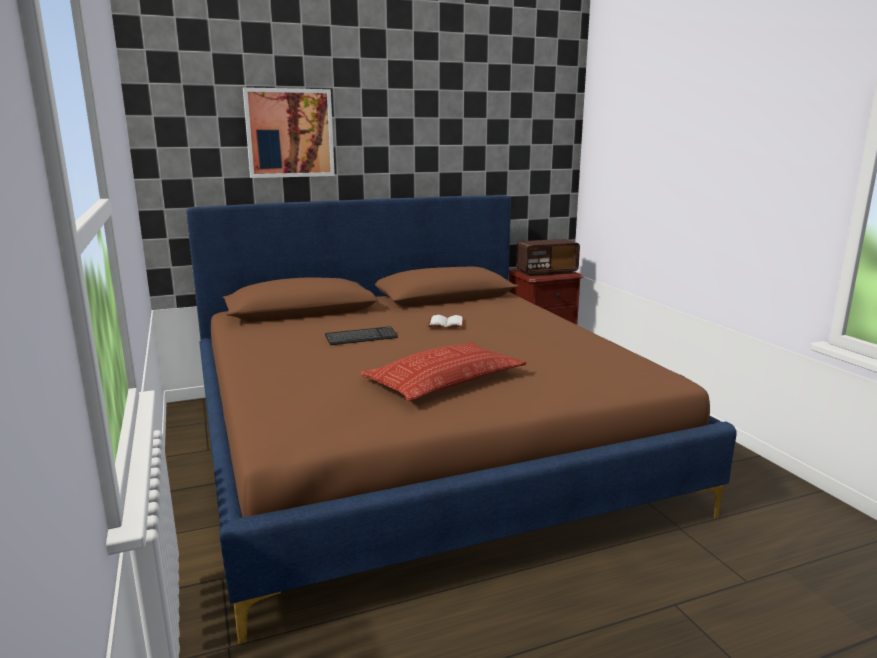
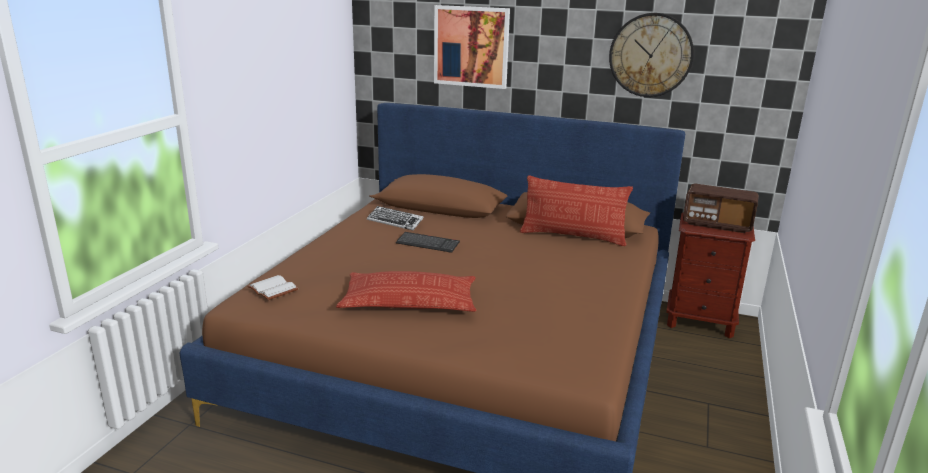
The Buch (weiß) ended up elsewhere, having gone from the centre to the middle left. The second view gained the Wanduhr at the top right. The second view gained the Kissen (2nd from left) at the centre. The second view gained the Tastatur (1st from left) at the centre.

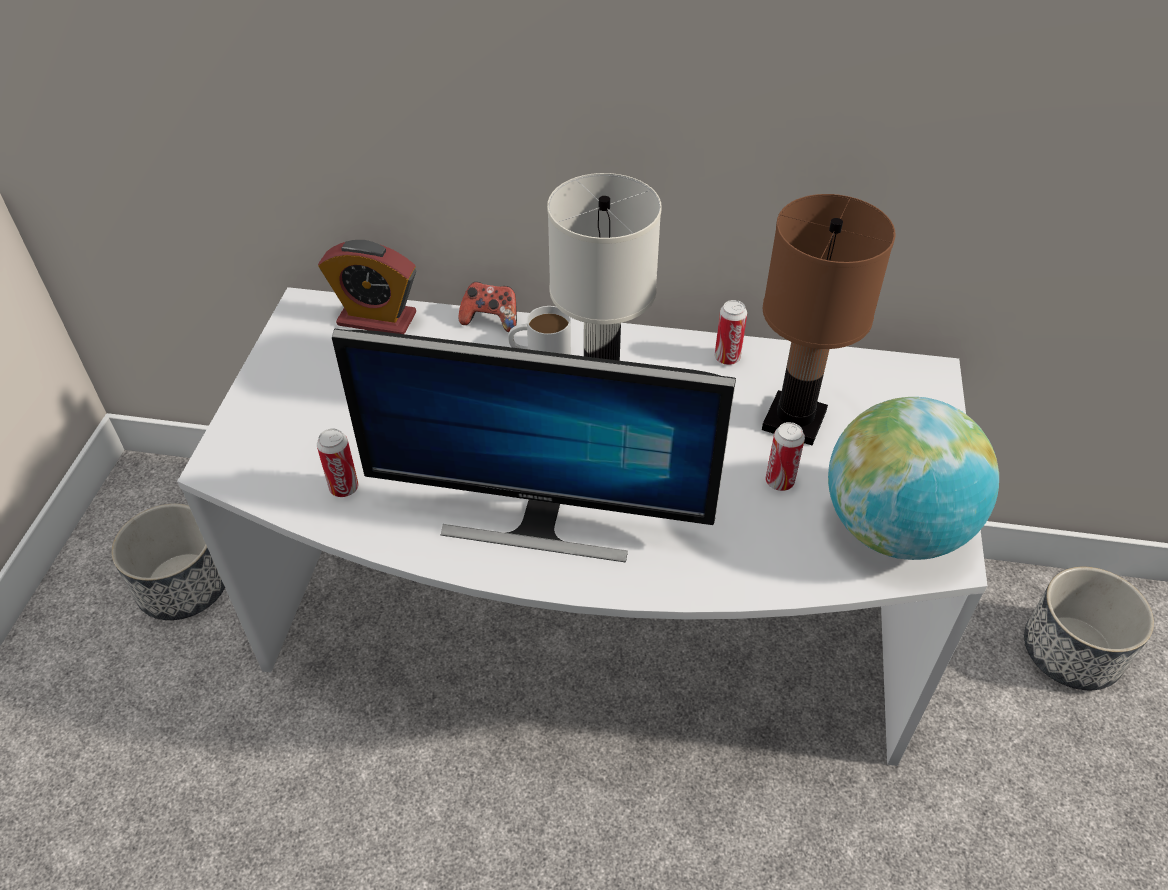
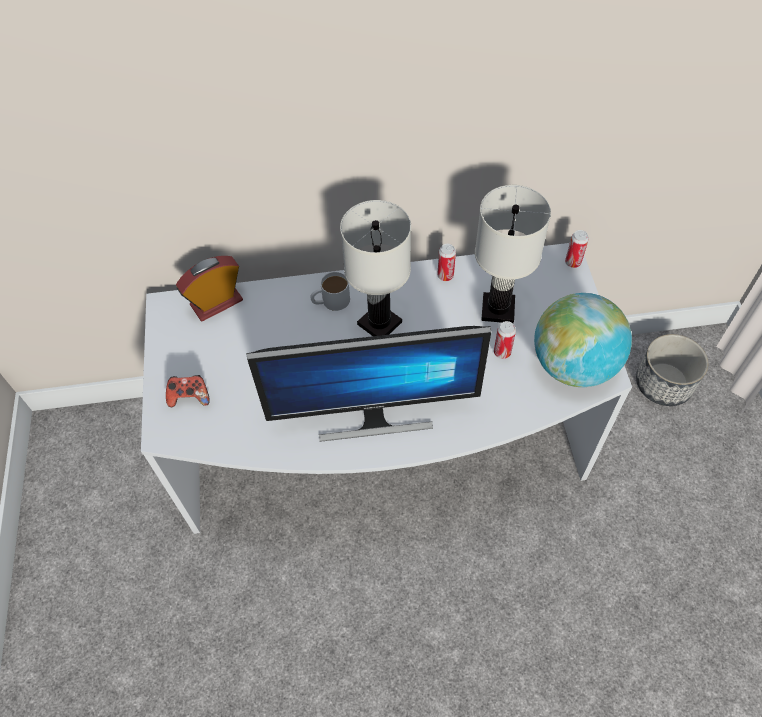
What was the Tischlampe (braun) at the middle right turned into the Tischlampe (weiß) (2nd from left) at the middle right. The Wecker at the top left ended up facing another way, 150 degrees clockwise from before. The Gamepad ended up elsewhere, having gone from the centre to the middle left. The Dose (1st from left in the first image) ended up elsewhere, having gone from the middle left to the middle right. The second view lost the Pflanzkübel (1st from left) at the middle left.

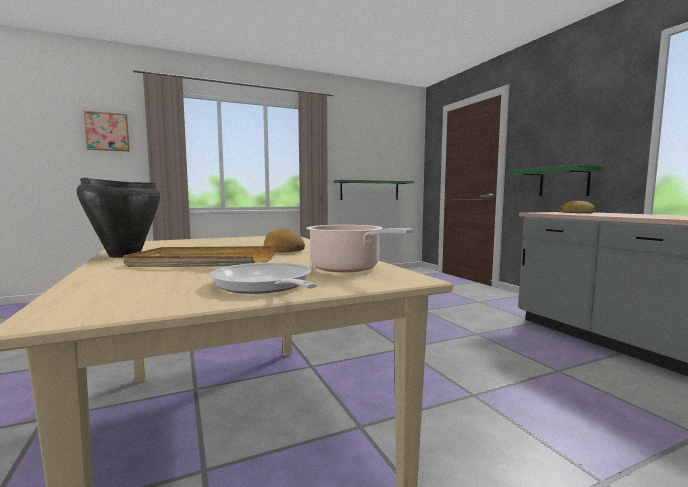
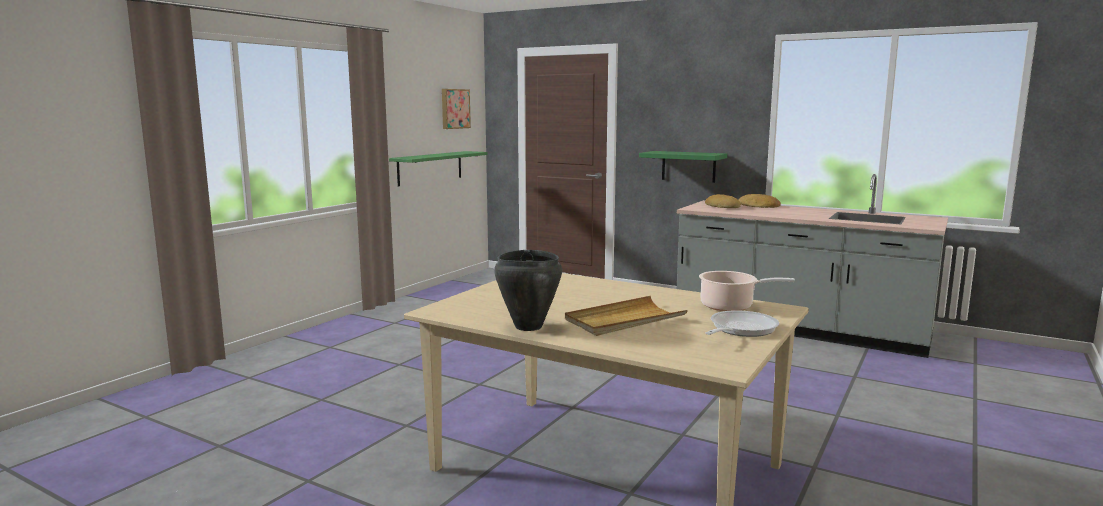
The Bild ended up elsewhere, having gone from the top left to the top centre. The Brot (1st from left in the first image) ended up elsewhere, having gone from the centre to the middle right. The Pfanne at the centre ended up facing another way, 105 degrees clockwise from before.

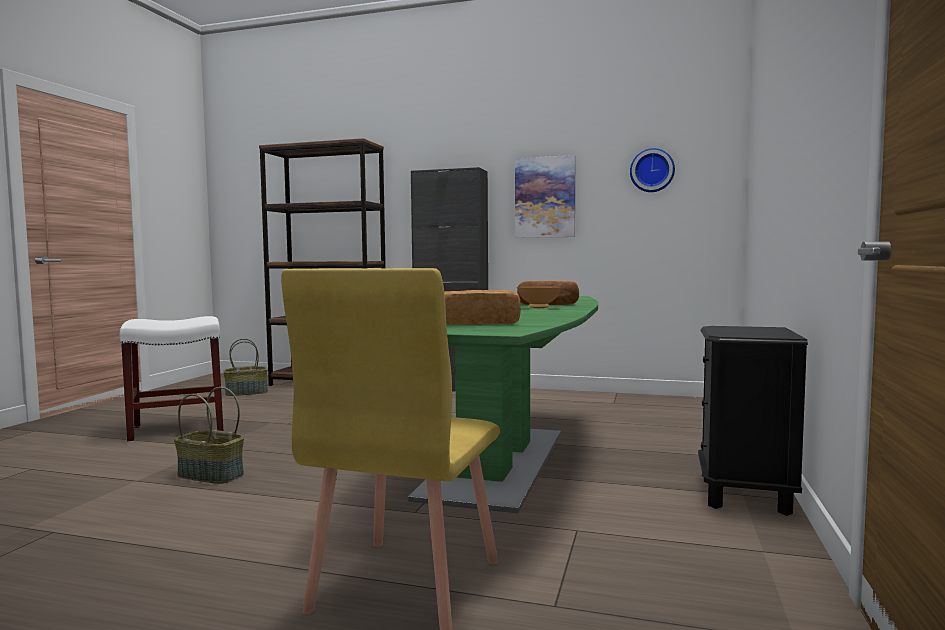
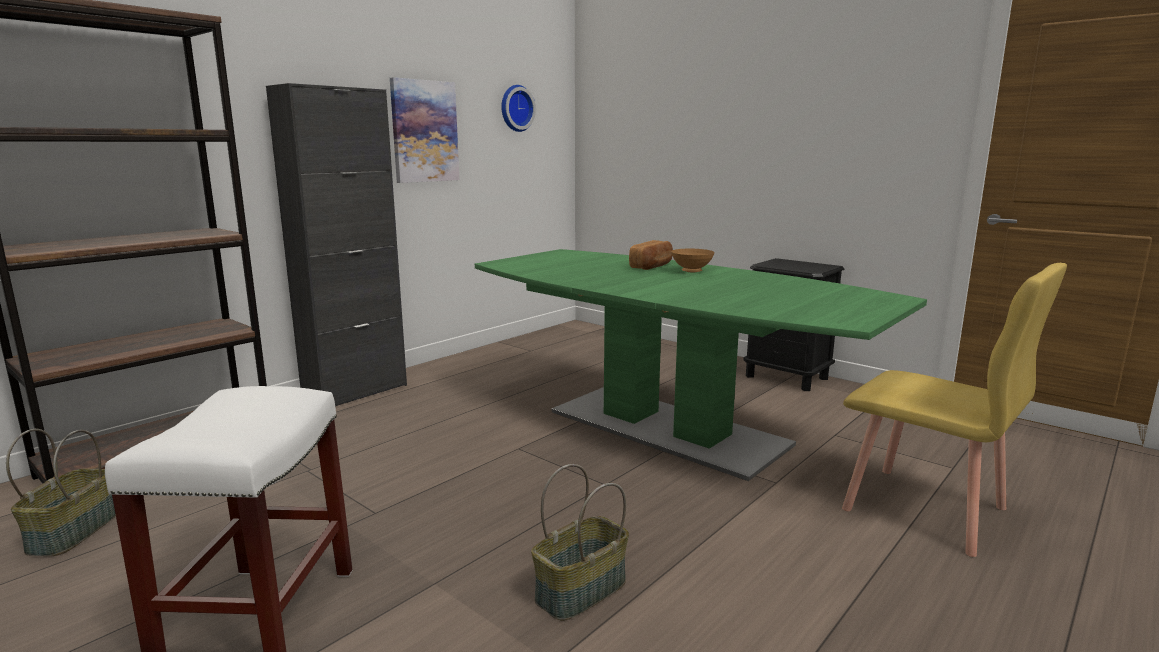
The second view lost the Brot (1st from left) at the centre.

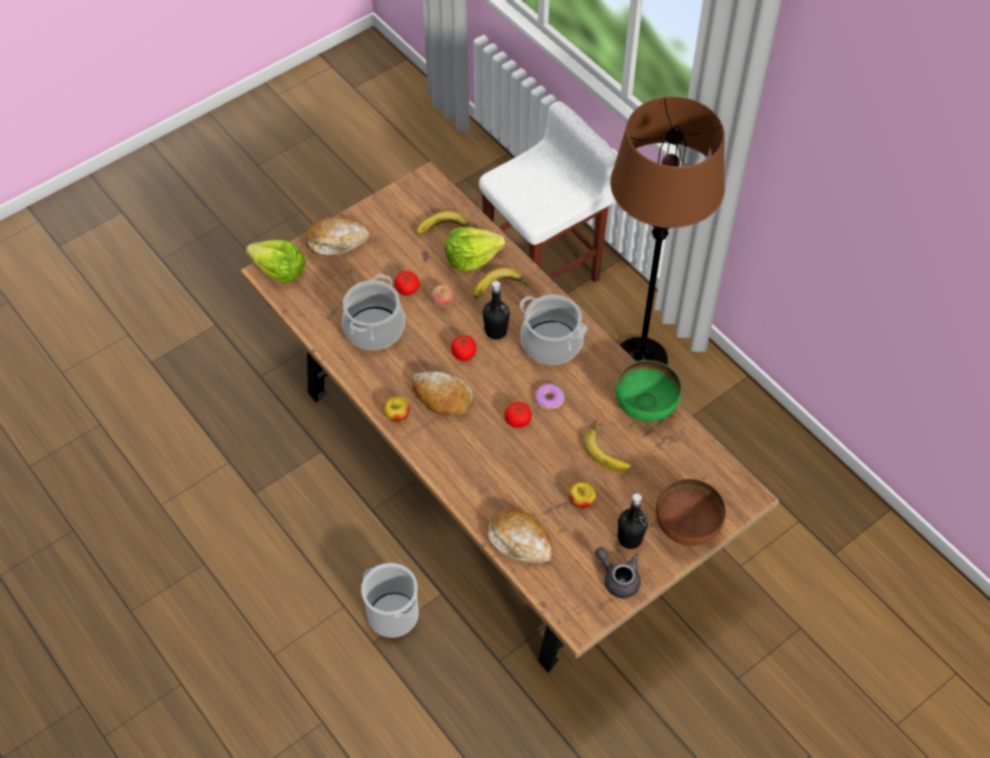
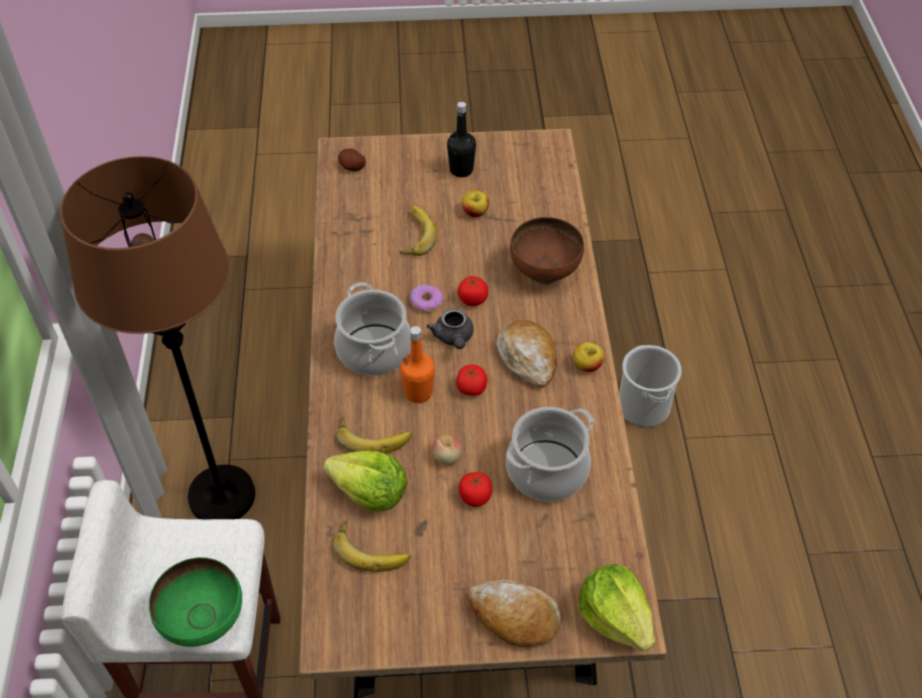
What was the Flasche (schwarz) (1st from left) at the centre turned into the Flasche (orange) at the centre. The Schüssel (grün) ended up elsewhere, having gone from the centre to the bottom left. The Schüssel (braun) ended up elsewhere, having gone from the bottom right to the centre. The second view lost the Brot (3rd from left) at the bottom centre. The Teekanne (grau) ended up elsewhere, having gone from the bottom centre to the centre. The second view gained the Kartoffel at the top centre.

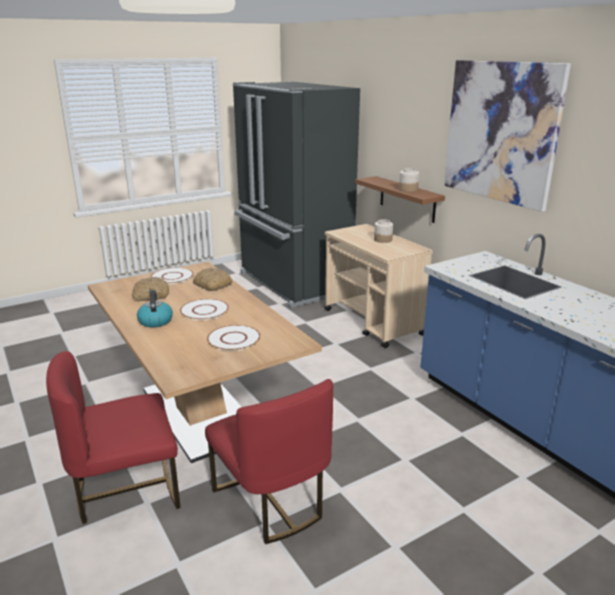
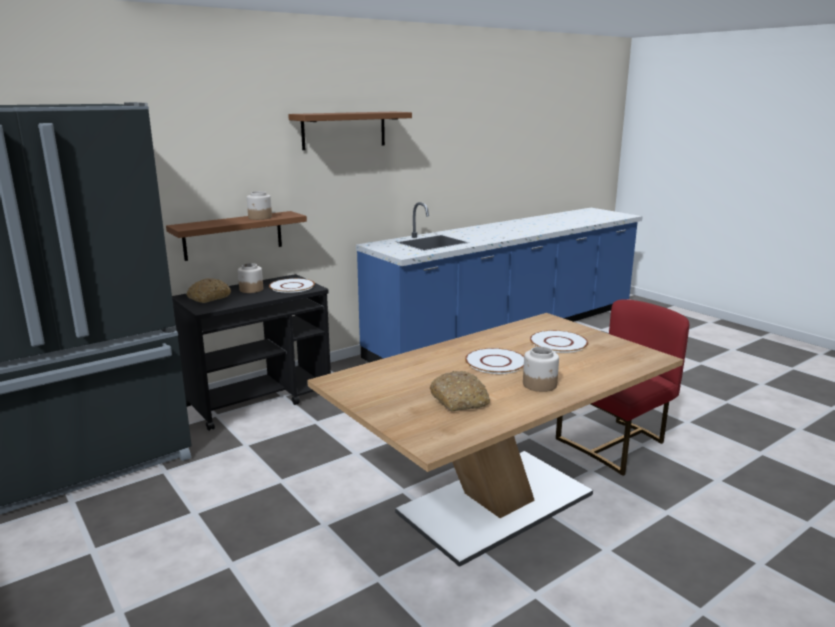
Where the Bild hung at the top right, the Wandregal (braun) (2nd from left) came to hang at the top centre. What was the Rollwagen (beige) at the centre turned into the Rollwagen (schwarz) at the middle left. The Teller (weiß) (1st from left) ended up elsewhere, having gone from the middle left to the centre. The Brot (2nd from left in the first image) ended up elsewhere, having gone from the centre to the middle left. Where the Wasserkessel stood at the middle left, the Vorratsglas (3rd from left) came to stand at the centre. The second view lost the Stuhl (rot) (1st from left) at the bottom left.

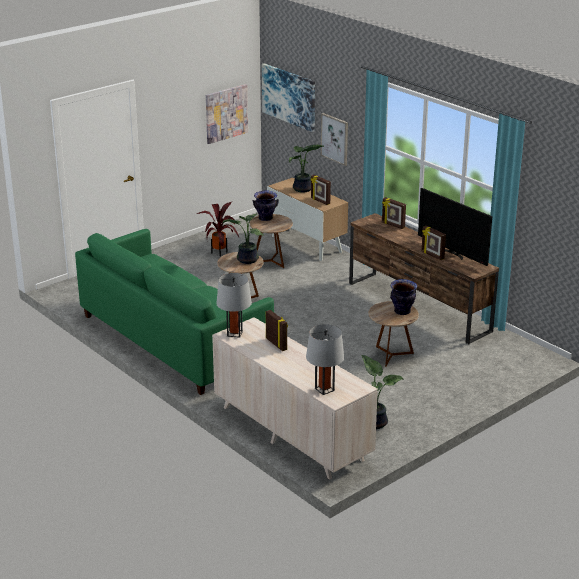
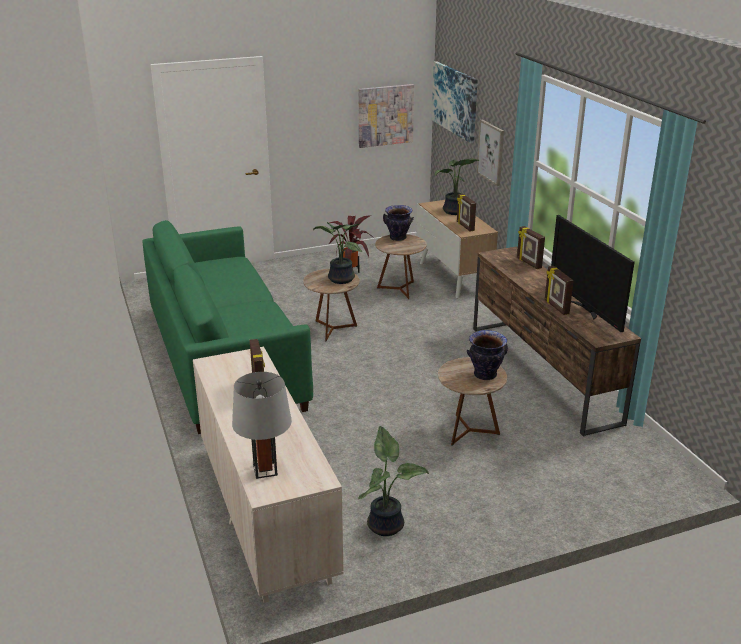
The second view lost the Tischlampe (grau) (1st from left) at the centre.

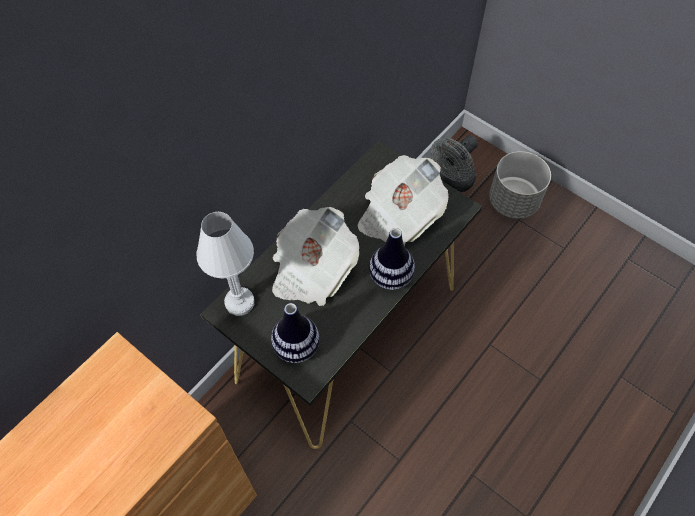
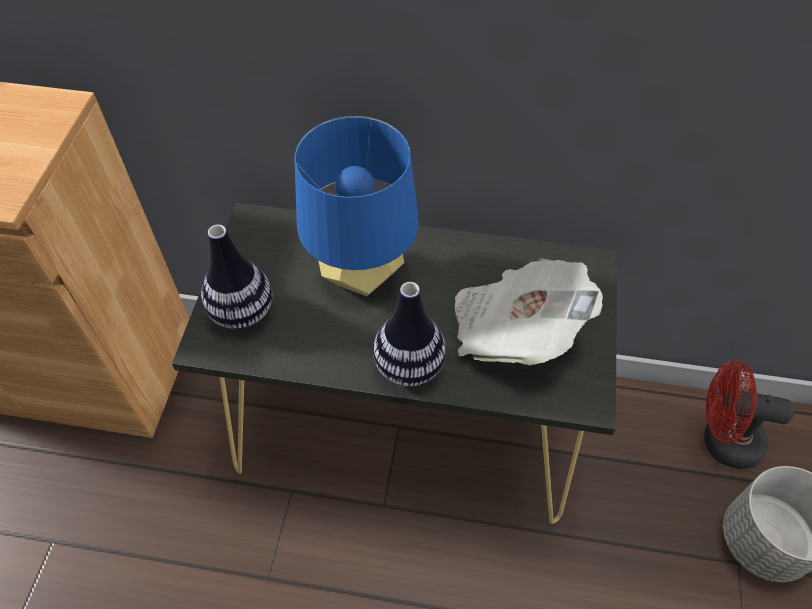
What was the Ventilator (grau) at the top centre turned into the Ventilator (rot) at the bottom right. Where the Zeitung (1st from left) stood at the centre, the Tischlampe (blau) came to stand at the centre. The second view lost the Tischlampe (weiß) at the middle left.

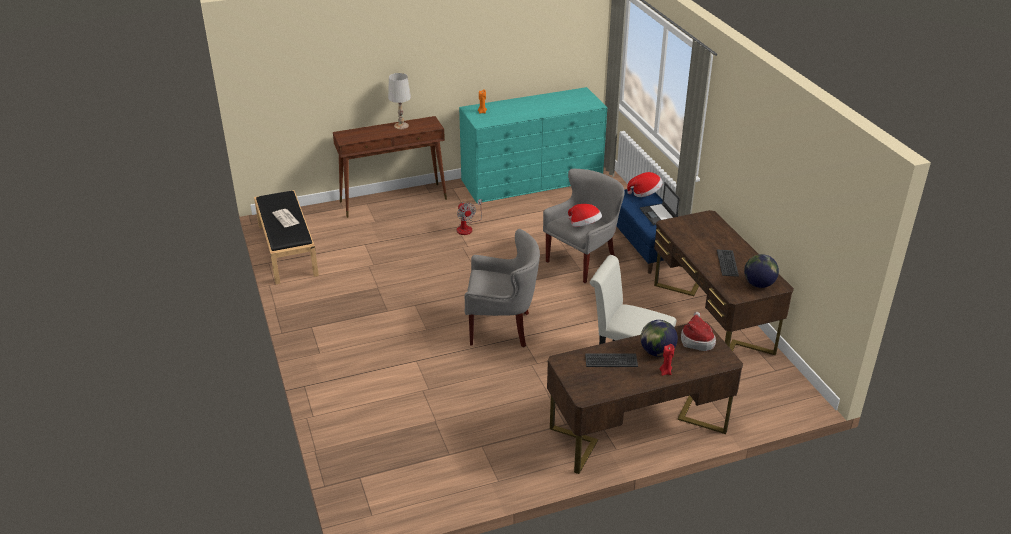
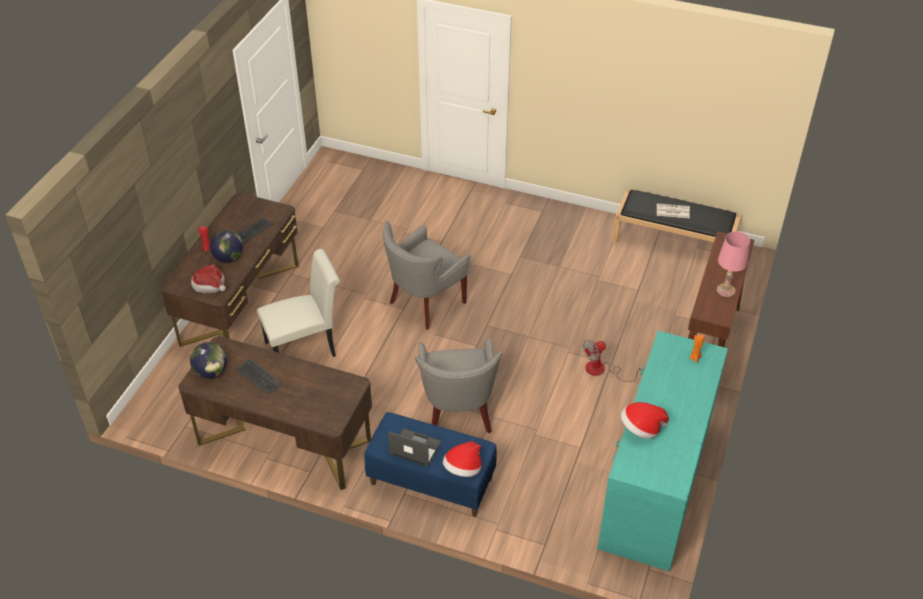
What was the Tischlampe (weiß) at the top centre turned into the Tischlampe (rosa) at the middle right. The Ventilator at the centre ended up facing another way, 45 degrees counterclockwise from before. The Hut (1st from left in the first image) ended up elsewhere, having gone from the centre to the bottom right.

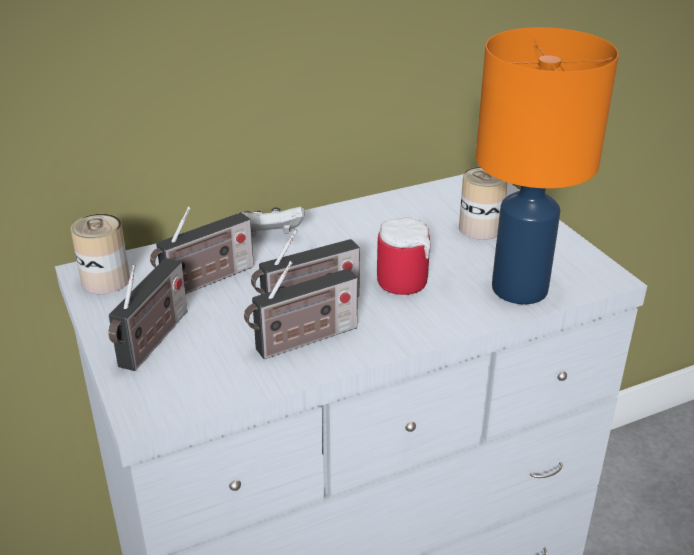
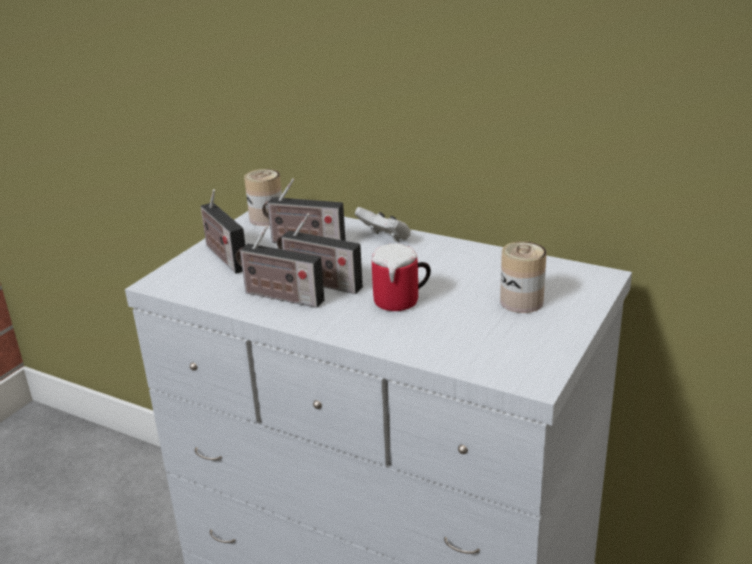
The second view lost the Tischlampe (orange) at the top right. The Radio (1st from left) at the middle left ended up facing another way, 75 degrees clockwise from before.

